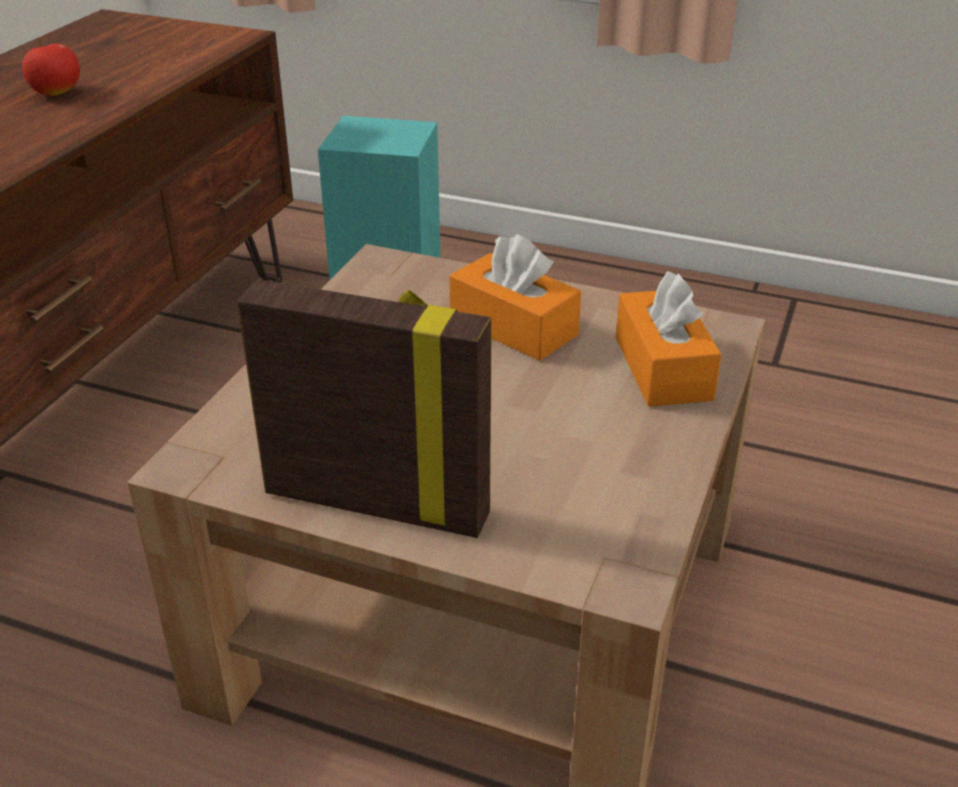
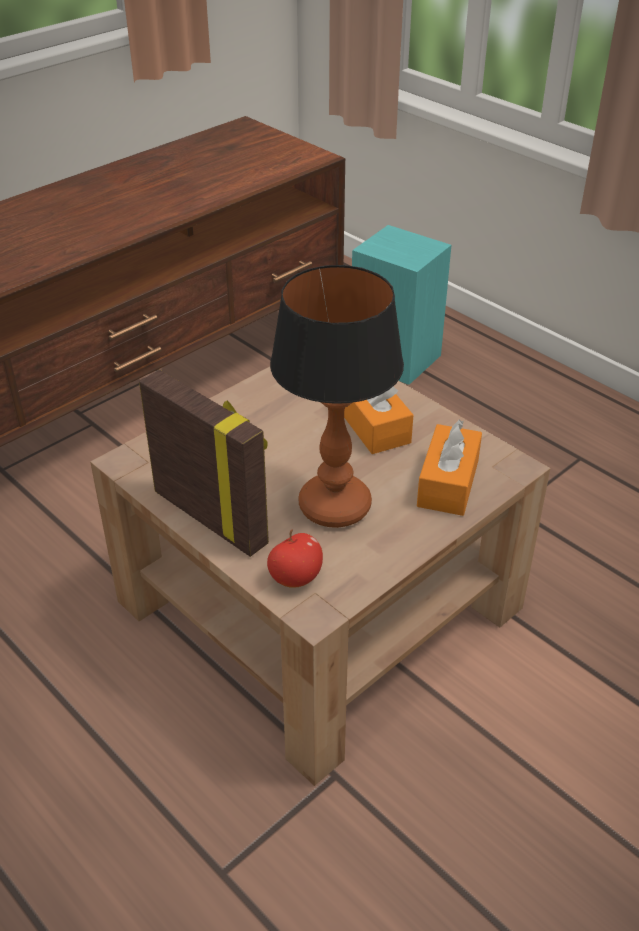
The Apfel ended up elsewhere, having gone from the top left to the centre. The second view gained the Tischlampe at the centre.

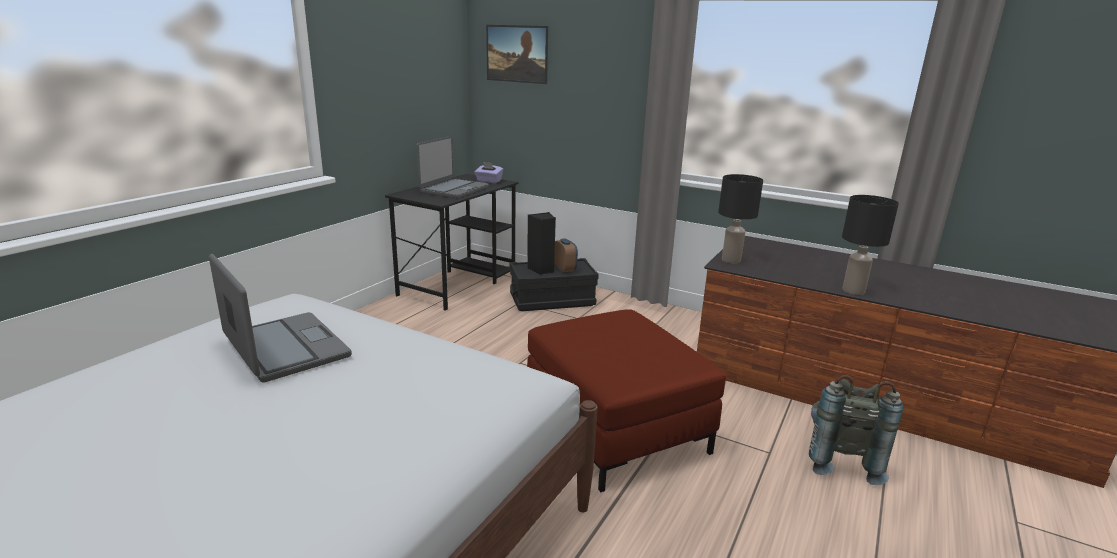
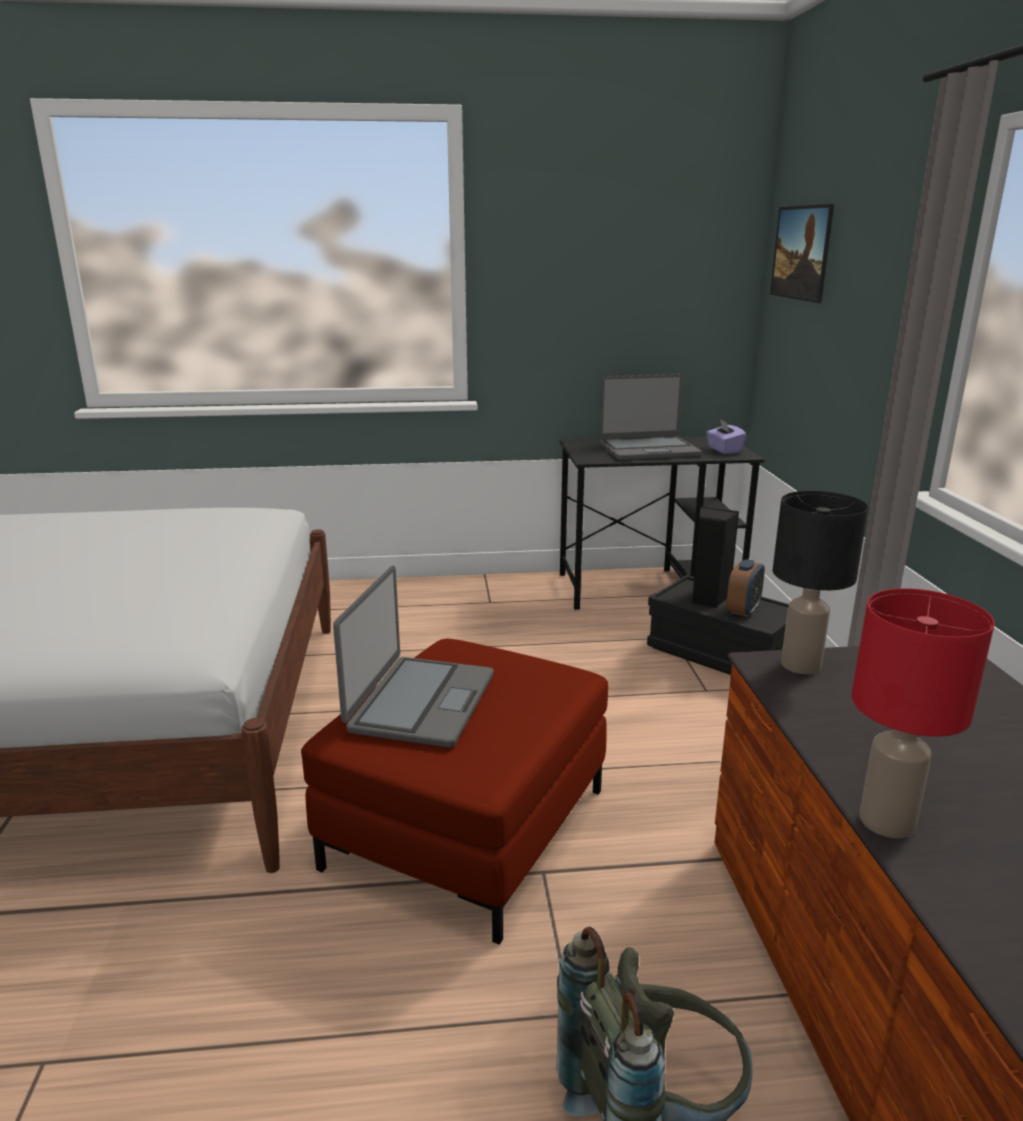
What was the Tischlampe (schwarz) (2nd from left) at the middle right turned into the Tischlampe (rot) at the middle right. The Laptop (1st from left) ended up elsewhere, having gone from the middle left to the centre.

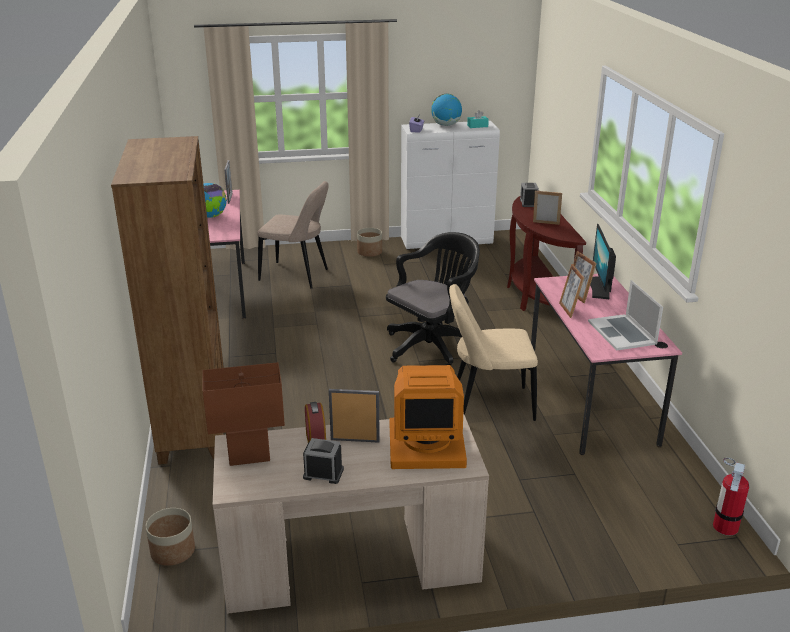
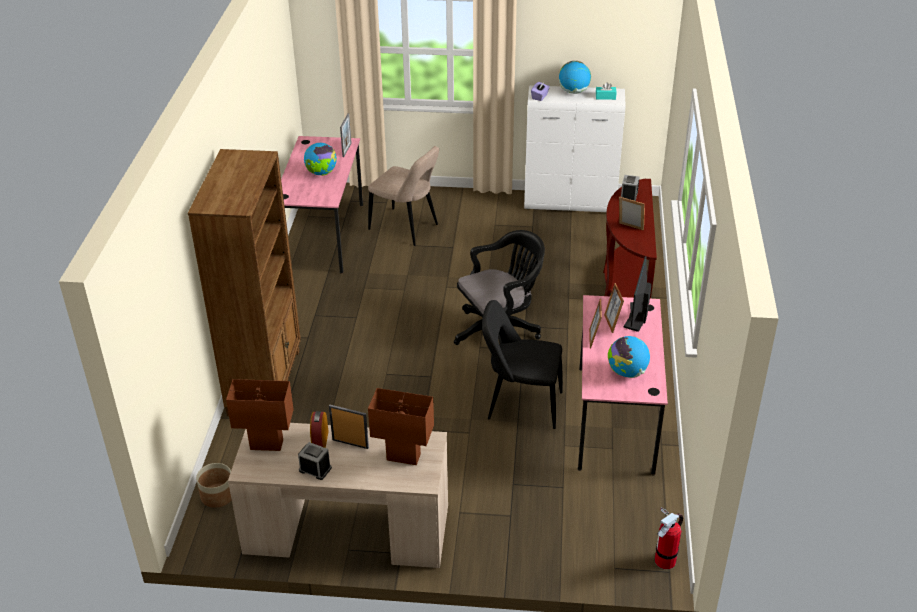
The second view lost the Pflanzkübel (2nd from left) at the centre. Where the Laptop stood at the middle right, the Globus (3rd from left) came to stand at the middle right. What was the Stuhl (beige) (2nd from left) at the centre turned into the Stuhl (schwarz) at the centre. Where the Monitor (1st from left) stood at the centre, the Tischlampe (braun) (2nd from left) came to stand at the bottom centre.

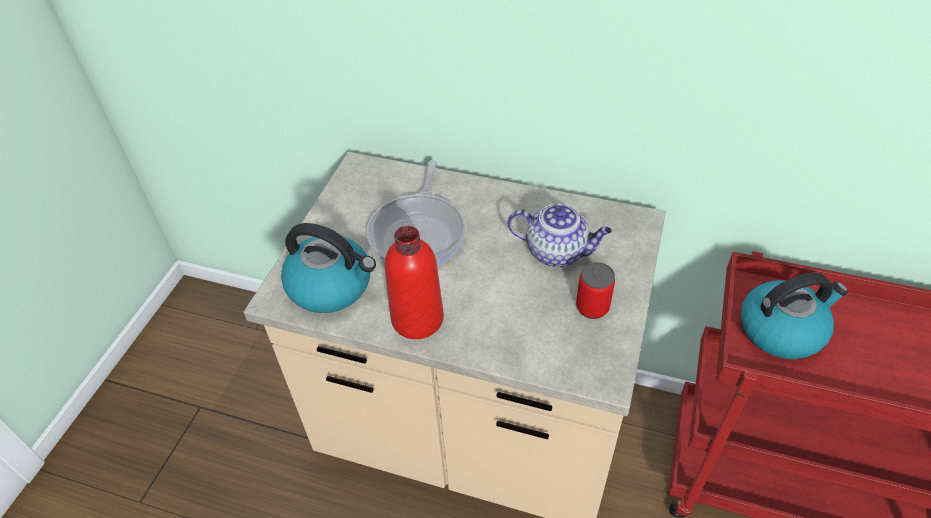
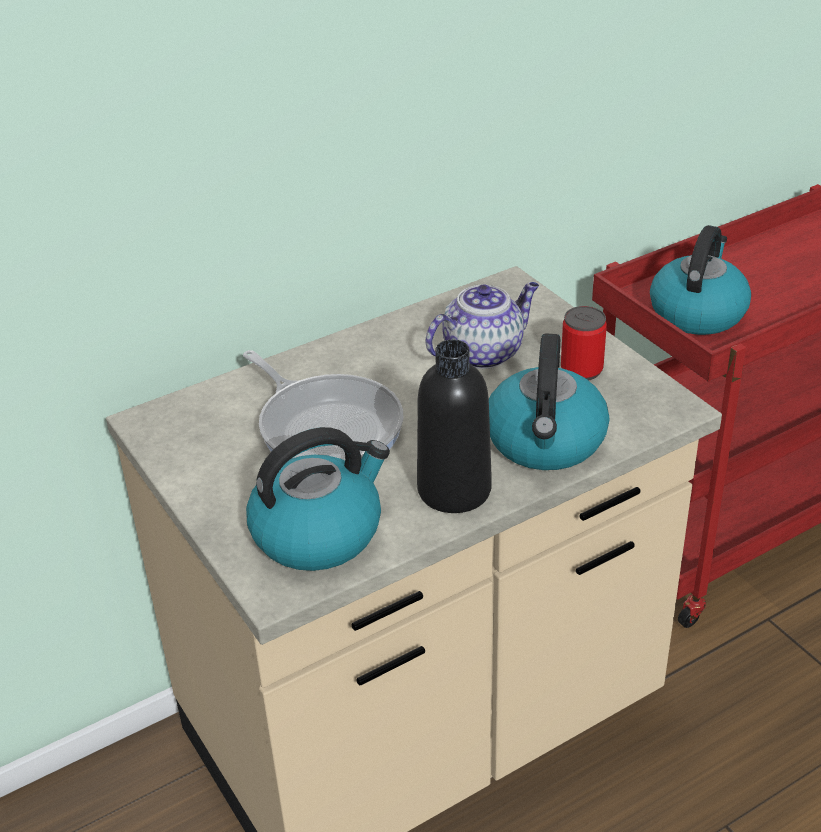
What was the Flasche (rot) at the centre turned into the Flasche (schwarz) at the centre. The second view gained the Wasserkessel (2nd from left) at the middle right.

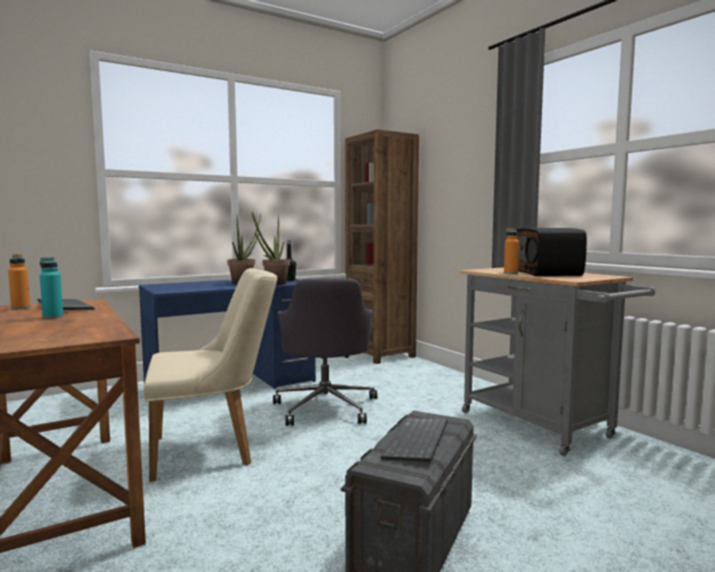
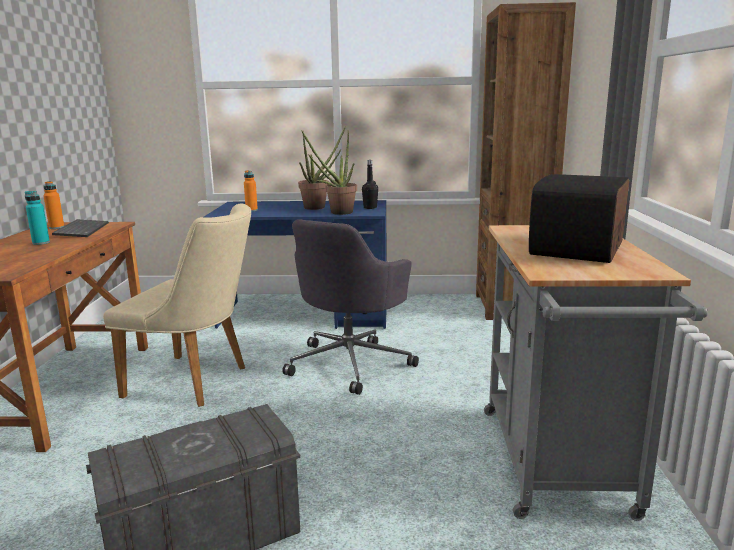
The Flasche (orange) (2nd from left) ended up elsewhere, having gone from the middle right to the centre. The second view lost the Tastatur (2nd from left) at the bottom centre.

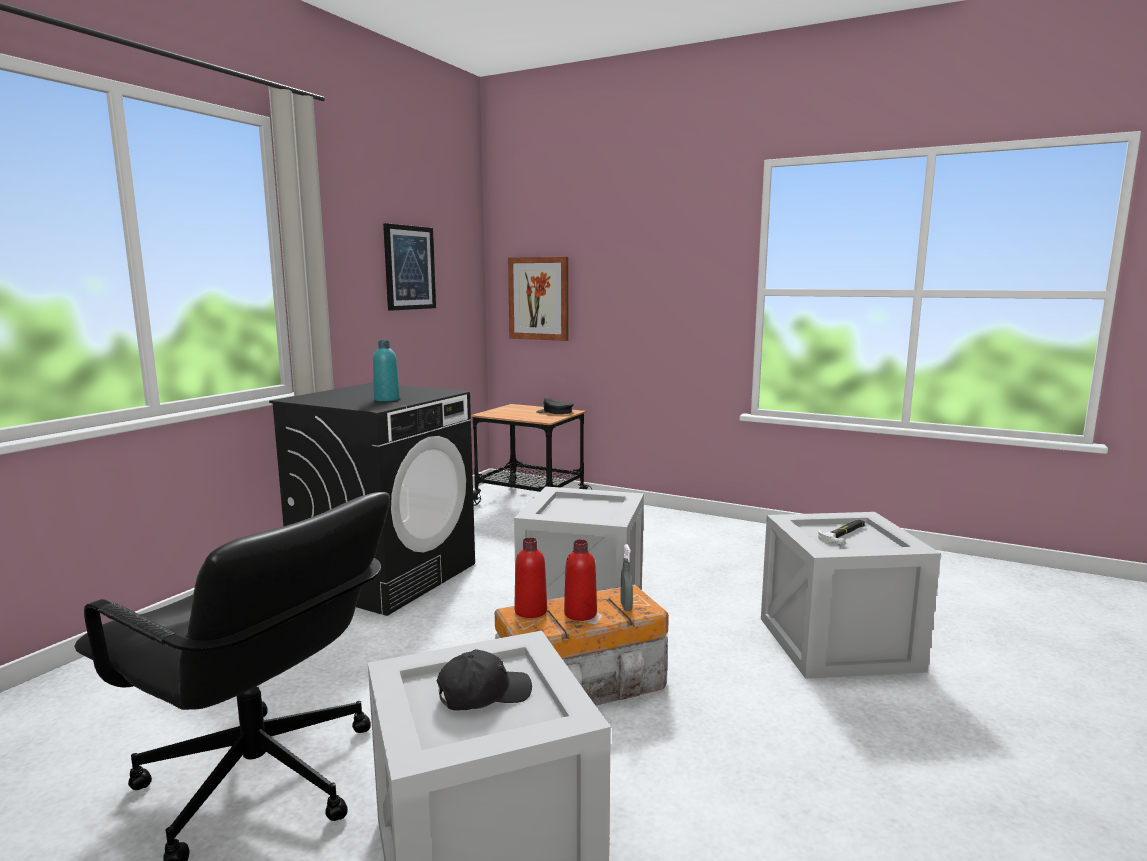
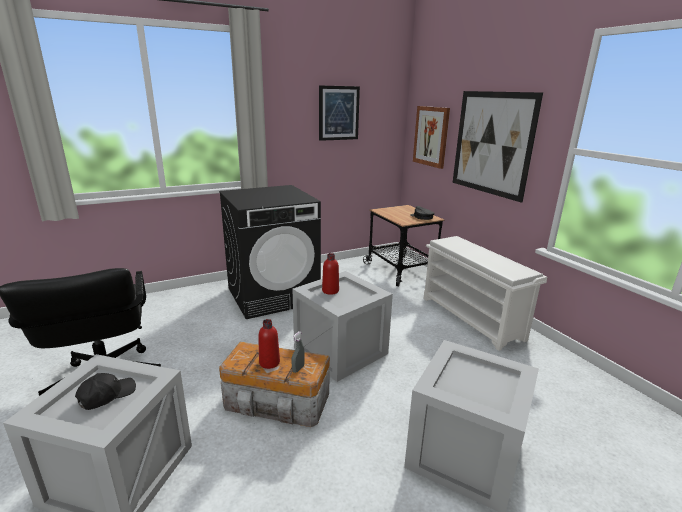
The second view lost the Flasche (türkis) at the centre. The second view lost the Hammer at the middle right. The Flasche (rot) (1st from left in the first image) ended up elsewhere, having gone from the bottom centre to the centre. The Kappe (schwarz) (1st from left) at the bottom centre ended up facing another way, 60 degrees counterclockwise from before. The second view gained the Bild (3rd from left) at the top right. The second view gained the Schuhregal (weiß) at the middle right.

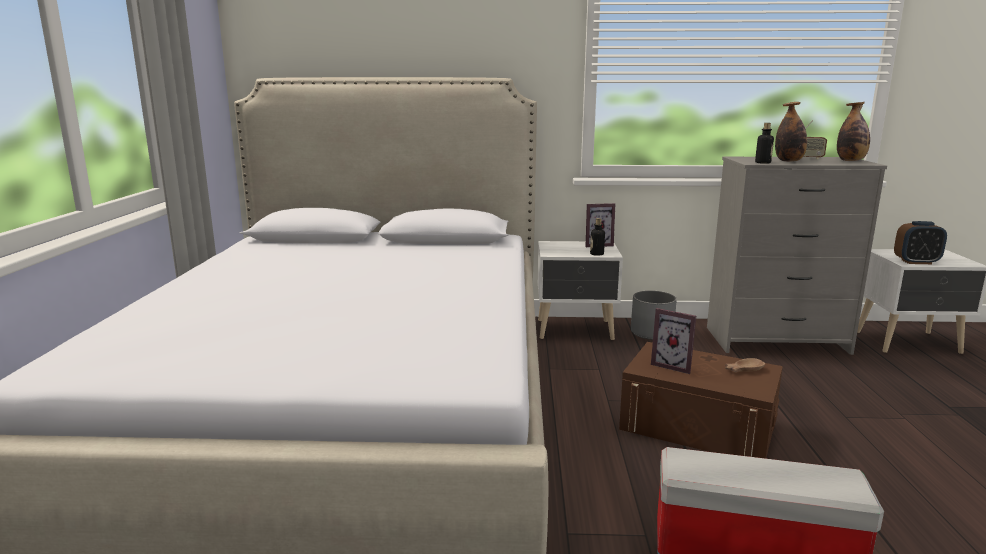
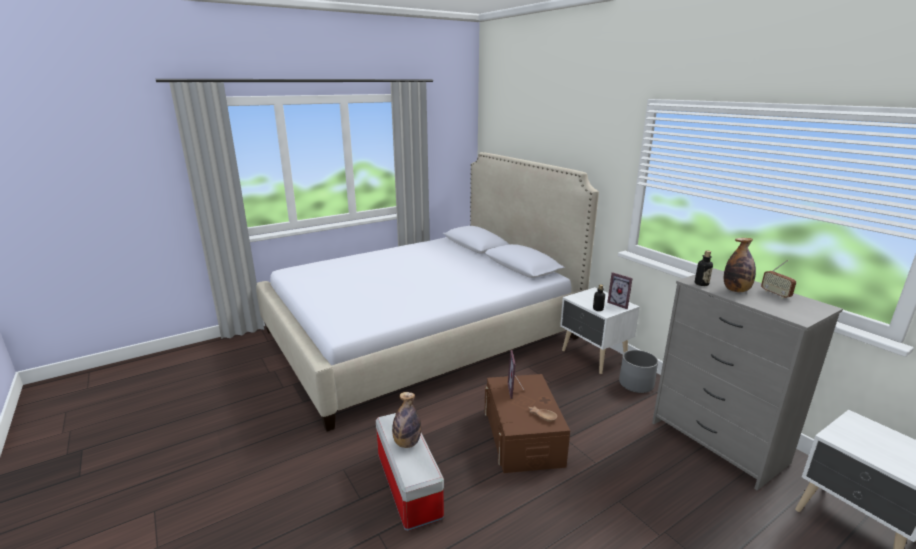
The Flasche (4th from left in the first image) ended up elsewhere, having gone from the top right to the bottom centre. The second view lost the Wecker at the middle right.

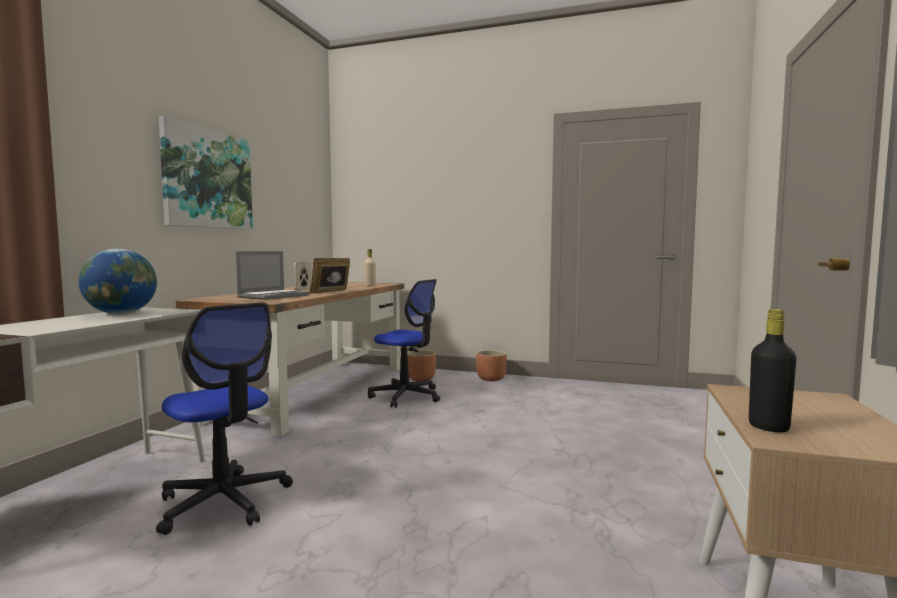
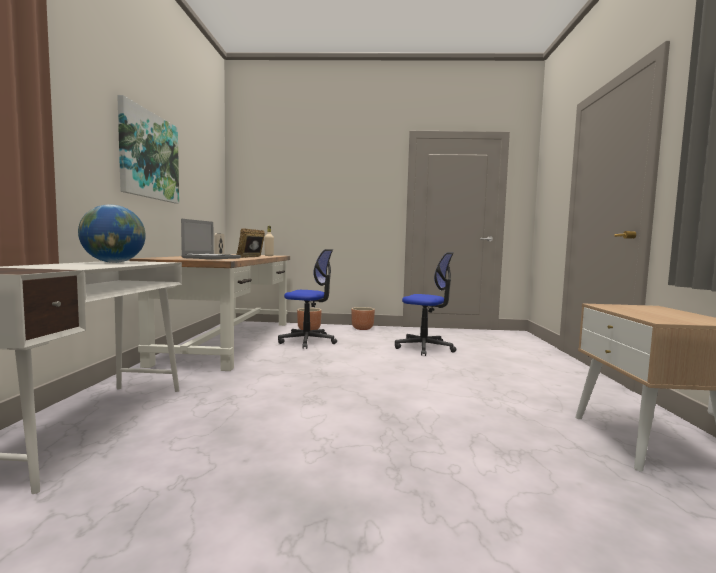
The Bürostuhl (1st from left in the first image) ended up elsewhere, having gone from the bottom left to the centre. The second view lost the Flasche (schwarz) at the middle right.

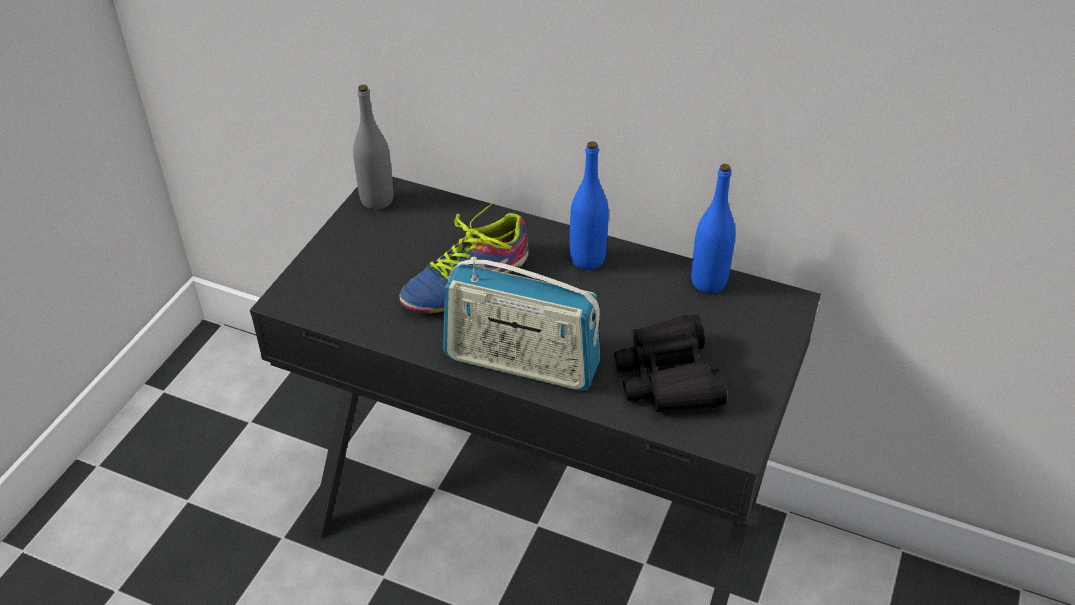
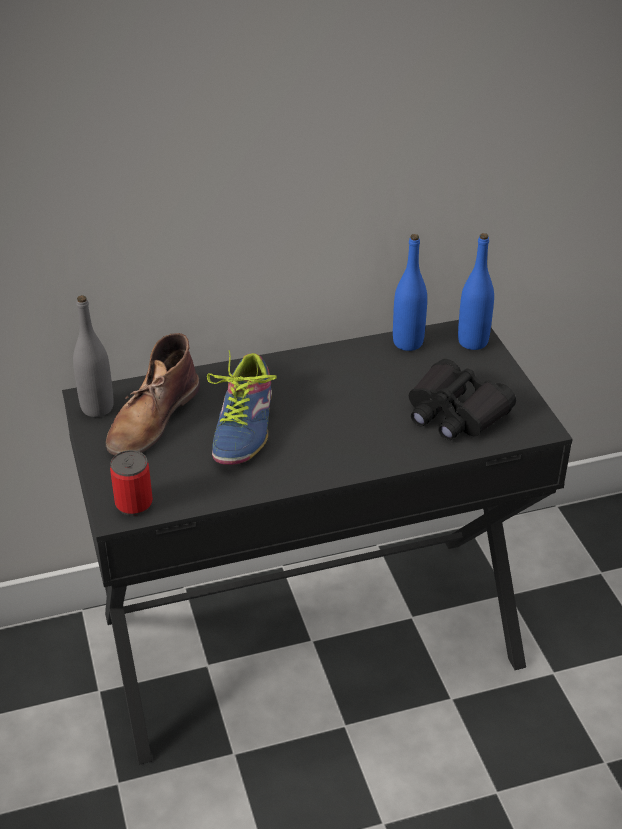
The Flasche (blau) (1st from left in the first image) ended up elsewhere, having gone from the centre to the middle right. The second view lost the Radio at the centre. The second view gained the Stiefel (braun) at the middle left. The second view gained the Dose at the middle left.

